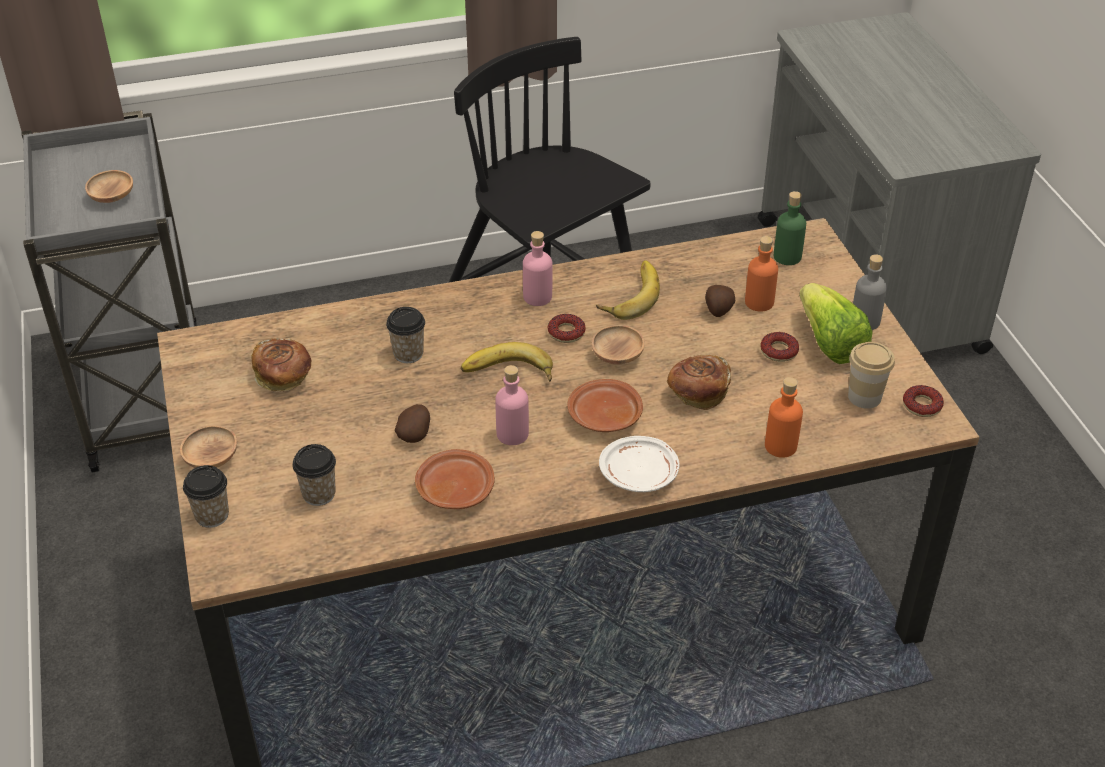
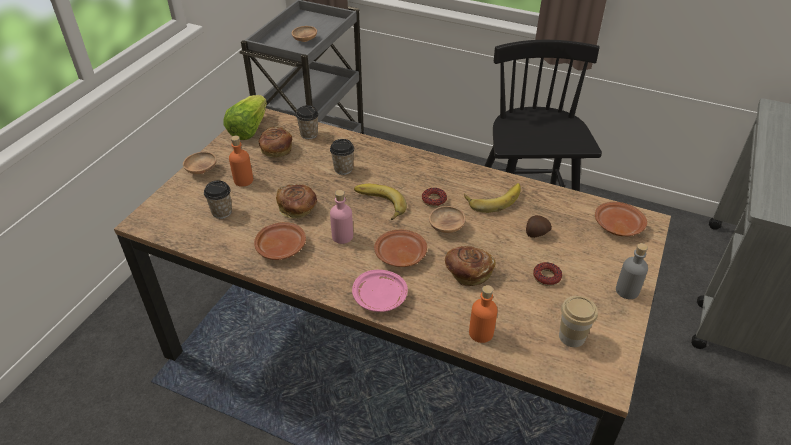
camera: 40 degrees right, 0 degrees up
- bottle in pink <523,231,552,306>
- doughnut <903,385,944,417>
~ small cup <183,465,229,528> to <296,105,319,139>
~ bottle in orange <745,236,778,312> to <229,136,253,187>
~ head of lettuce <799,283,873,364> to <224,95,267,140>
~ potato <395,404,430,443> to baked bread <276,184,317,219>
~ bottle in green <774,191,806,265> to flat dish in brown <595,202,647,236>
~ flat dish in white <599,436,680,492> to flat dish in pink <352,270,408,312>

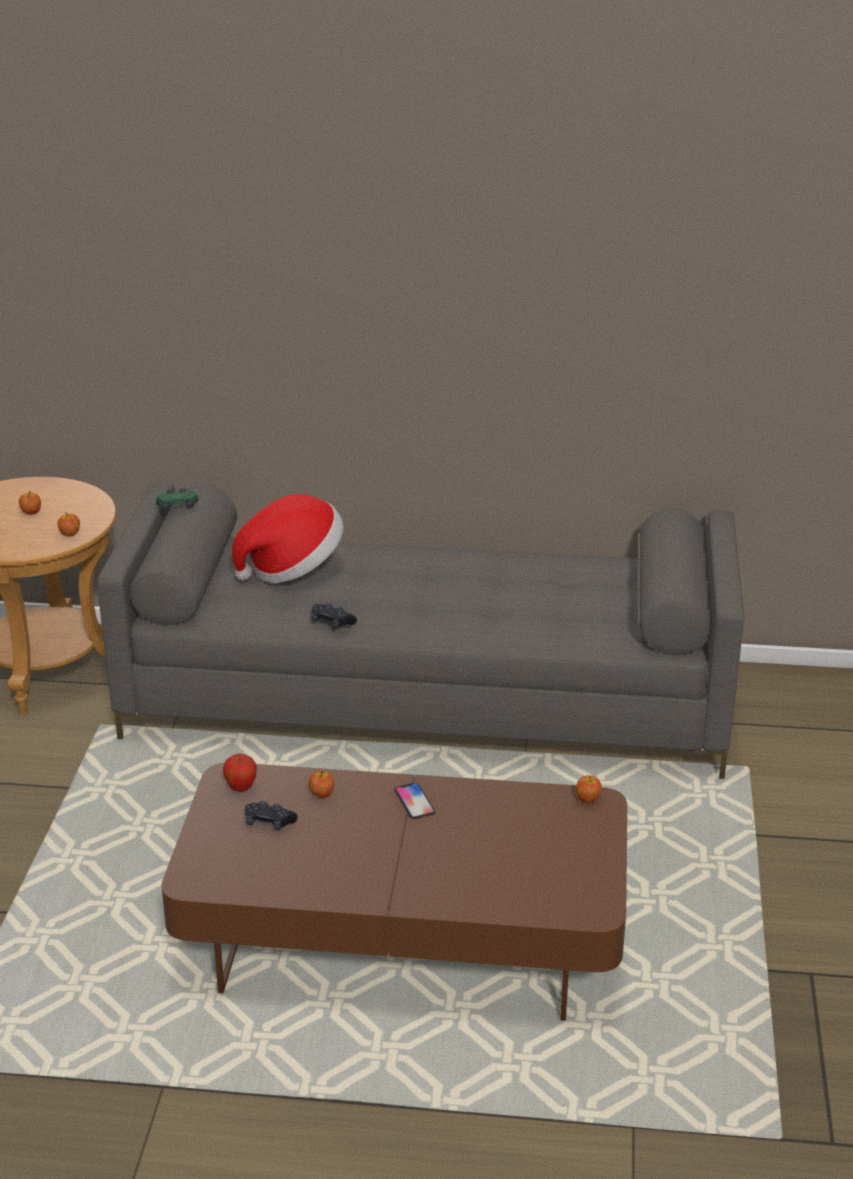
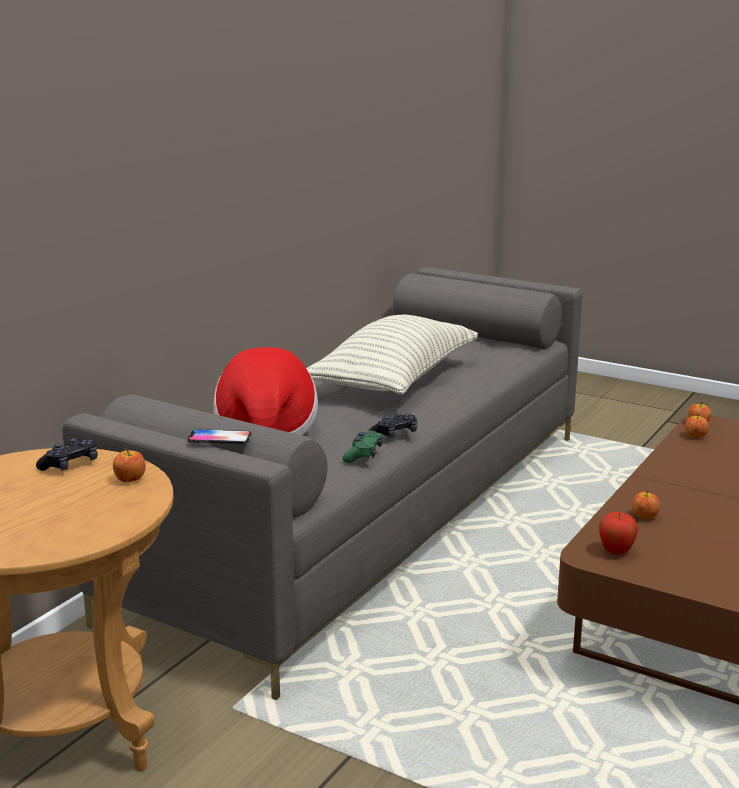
camera: 65 degrees left, 10 degrees down
+ throw pillow <307,315,478,395>
~ apple fruit <19,491,41,515> to <685,413,709,438>
~ gamepad in green <156,488,199,510> to <342,431,383,463>
~ gamepad in black-coloured <245,801,297,831> to <36,438,98,471>
~ telephone <394,783,435,819> to <187,429,252,444>

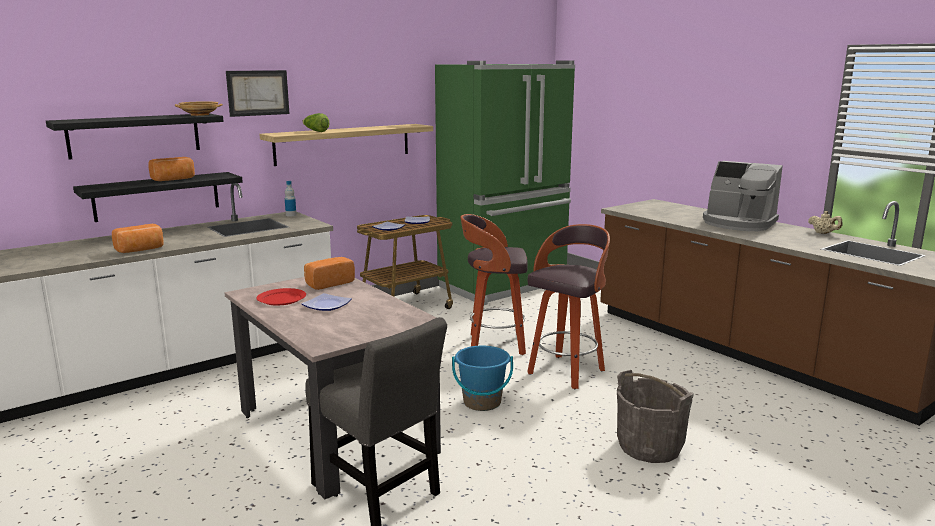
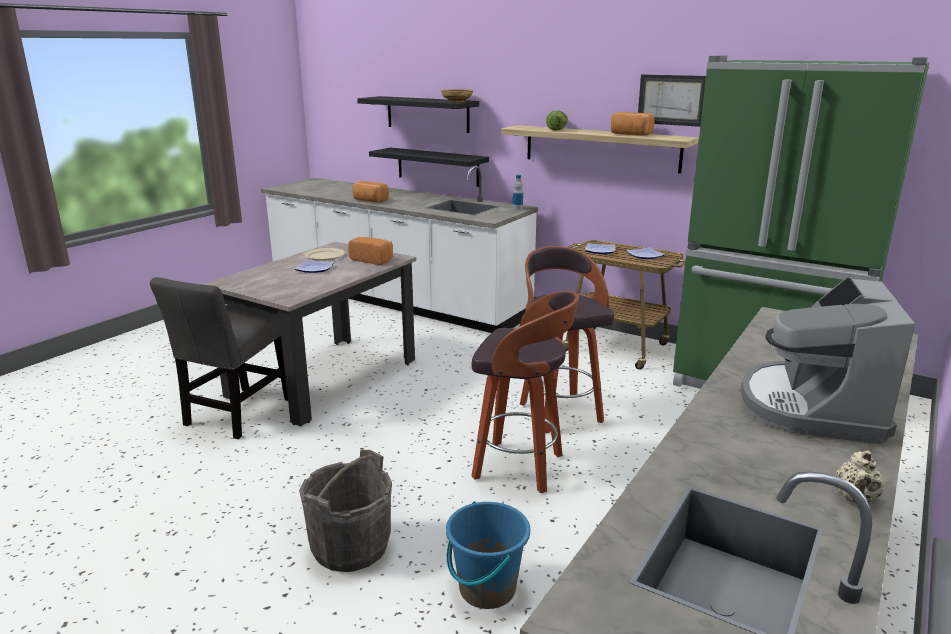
camera: 70 degrees right, 5 degrees up
~ baked bread <148,157,195,181> to <611,112,655,136>
~ picture <226,70,289,117> to <638,74,706,127>
~ pail in bluish <452,346,513,411> to <446,501,530,609>
~ flat dish in red-coloured <257,288,306,305> to flat dish in beige <304,248,345,261>

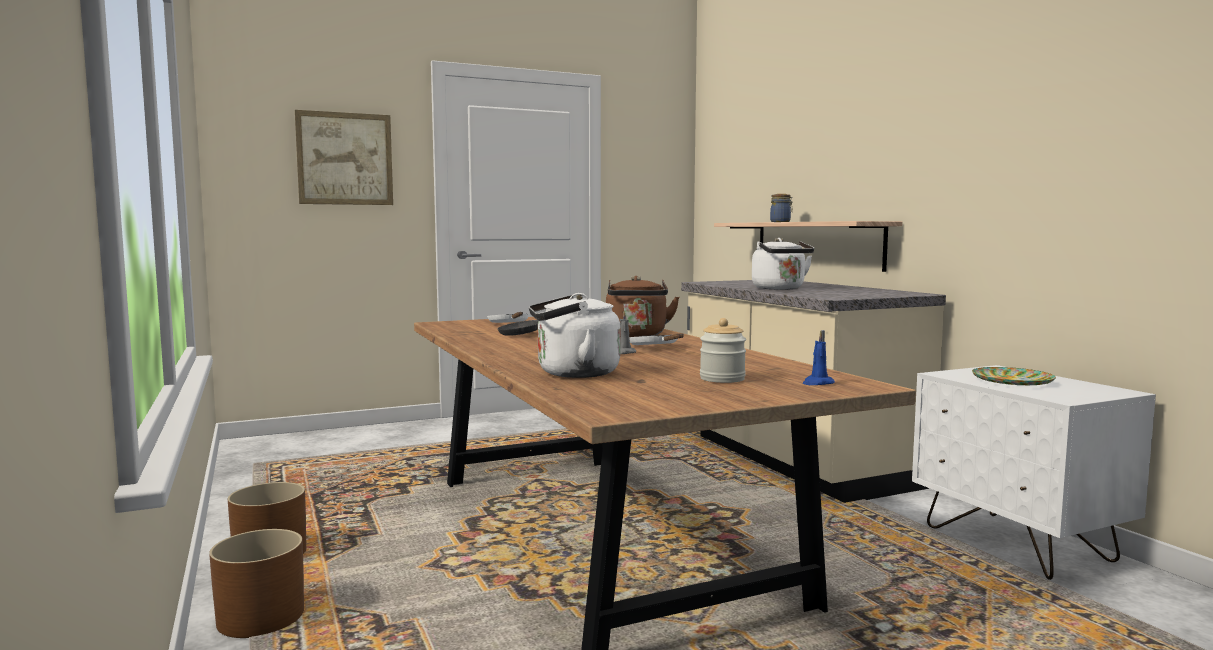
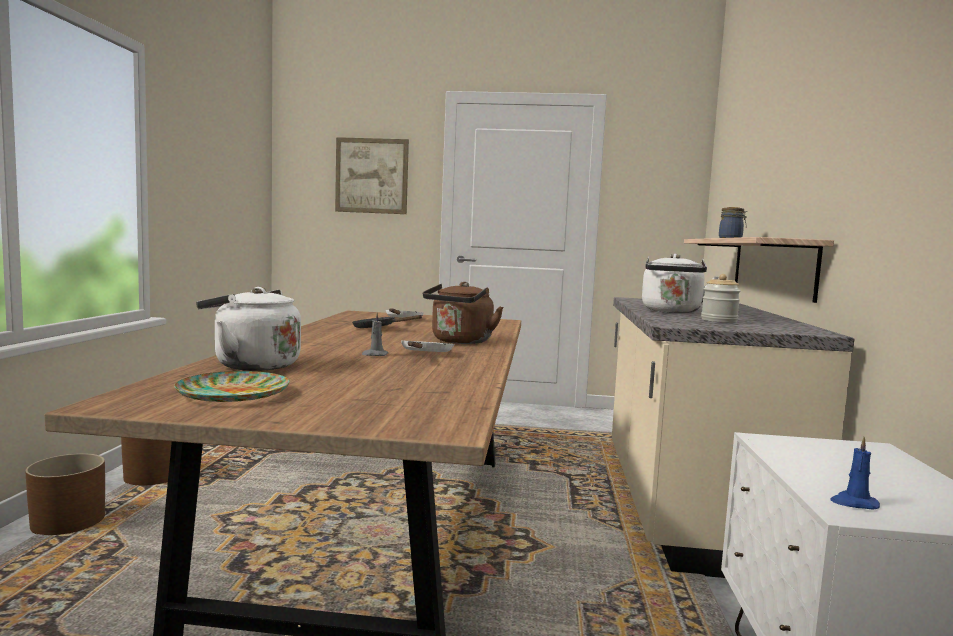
camera: 30 degrees right, 0 degrees up
~ jar <700,318,746,383> to <701,274,741,323>
~ candle in bluish <802,330,835,385> to <830,437,880,509>
~ flat dish <972,367,1056,385> to <174,371,290,402>

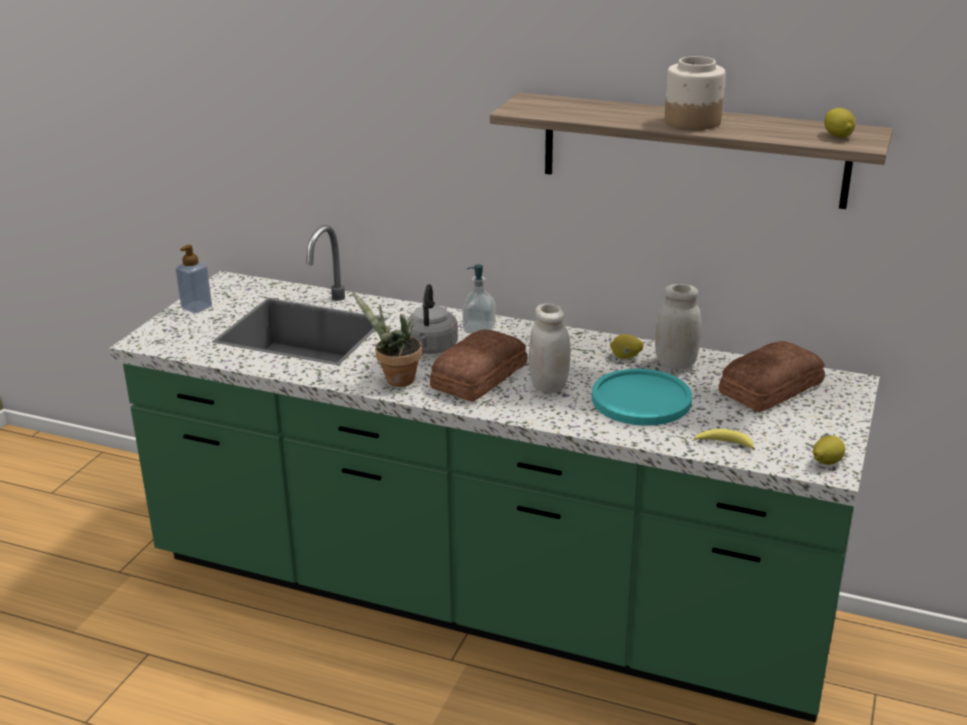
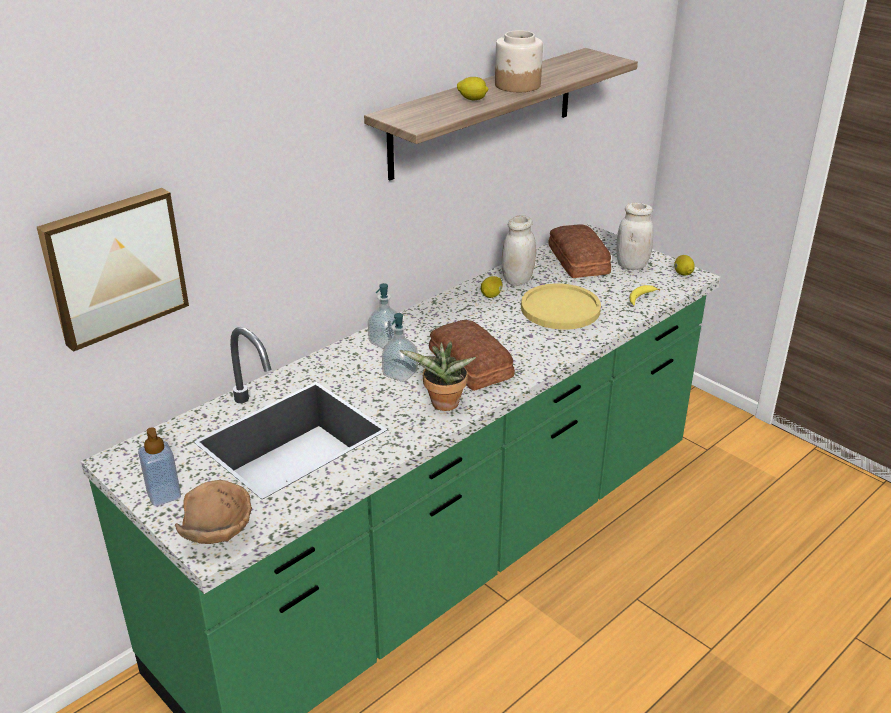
camera: 65 degrees left, 5 degrees up
+ picture <37,188,189,352>
+ bowl in brown <175,480,252,544>
~ jar in white <529,303,570,393> to <616,203,653,270>
~ citrus fruit <824,108,856,138> to <457,77,488,101>
~ water kettle in greyish <406,284,458,354> to liquid soap bottle <382,313,418,382>
~ flat dish in blue-green <592,369,692,426> to flat dish in yellow <521,284,601,330>

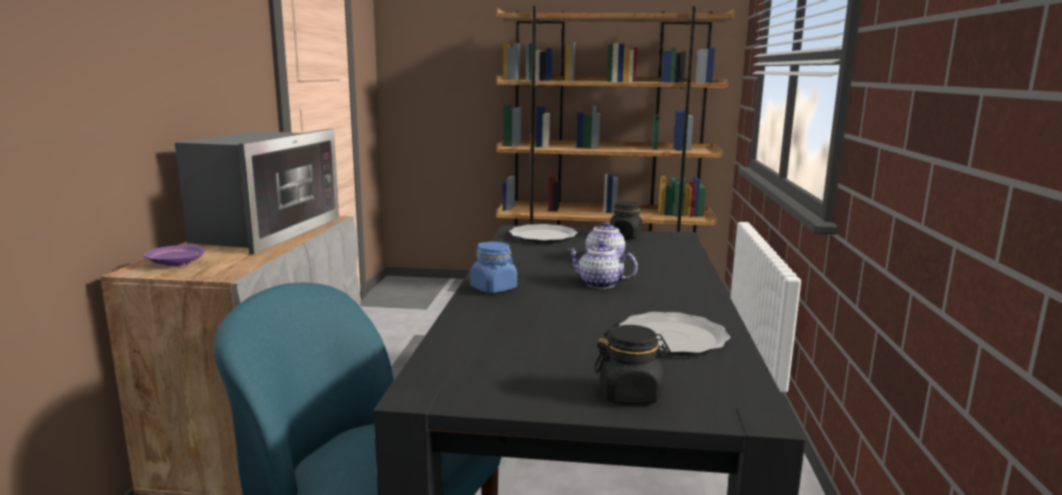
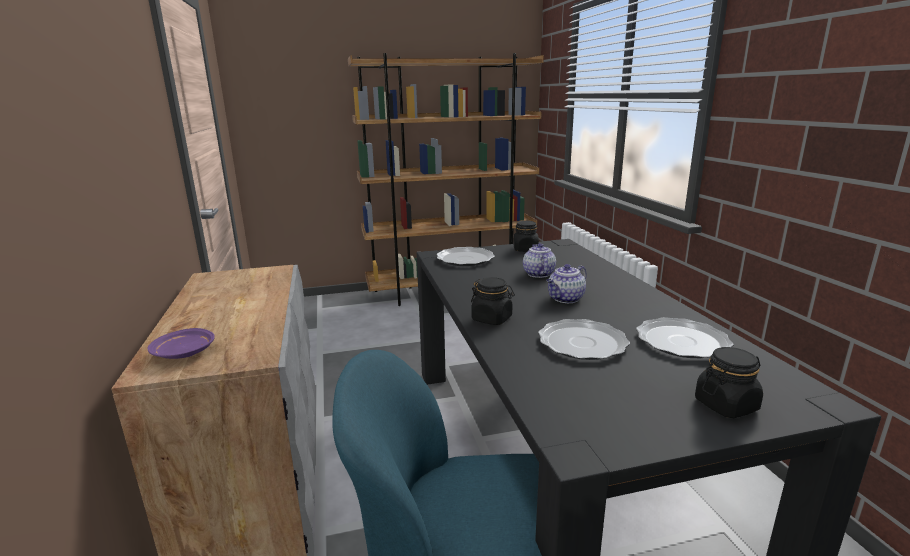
camera: 20 degrees left, 5 degrees up
- microwave <175,129,339,254>
+ flat dish <538,319,630,360>
~ jar in bluish <470,242,517,293> to jar in black-coloured <471,277,515,325>
~ pot for tea <567,242,638,289> = <546,264,587,303> 45 degrees counterclockwise

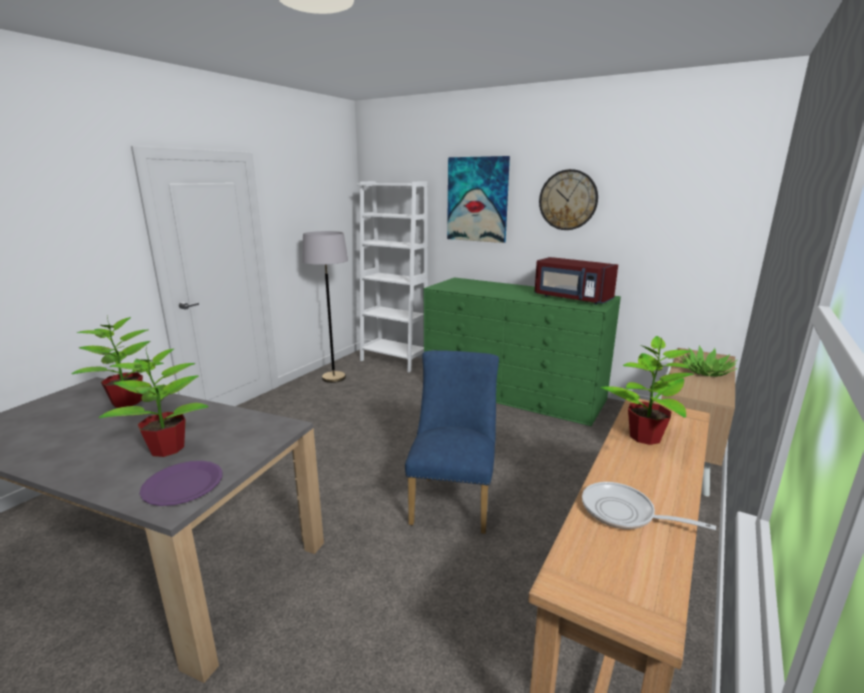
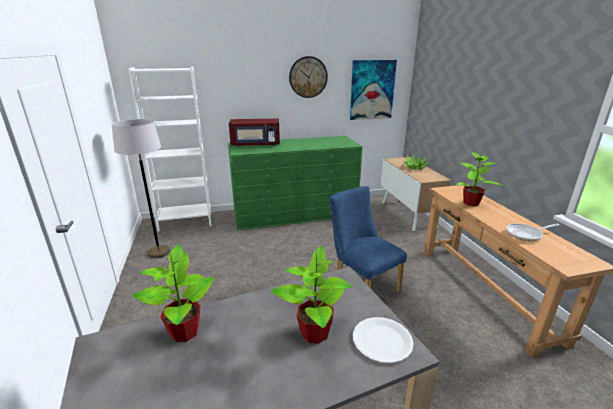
camera: 45 degrees left, 5 degrees up
~ picture <447,156,510,243> to <350,60,397,120>
~ microwave in red-coloured <534,257,618,305> to <229,118,280,147>
~ flat dish in purple <139,461,223,506> to flat dish in white <353,317,414,363>

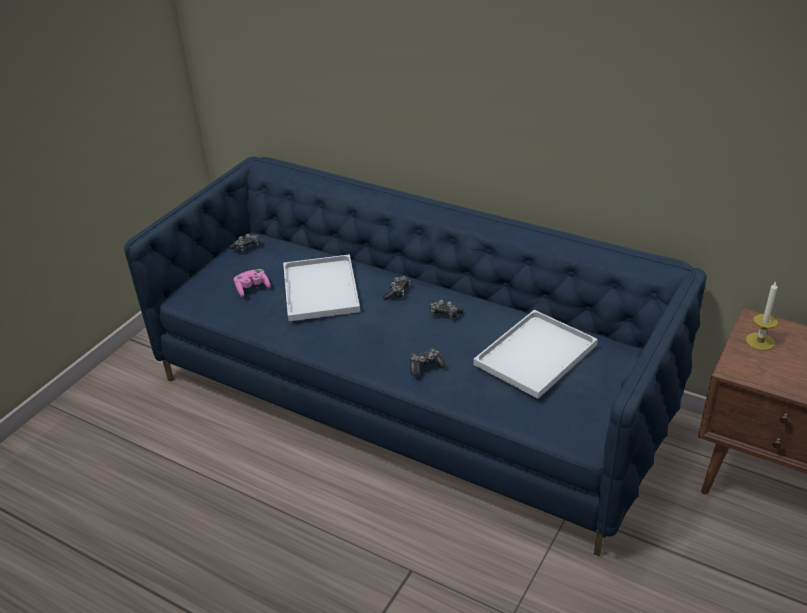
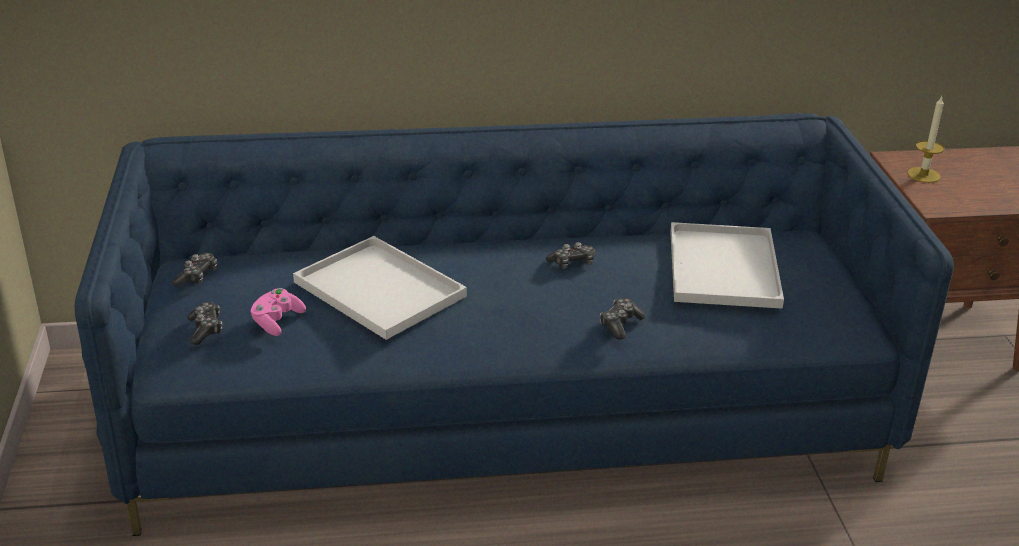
camera: 40 degrees left, 5 degrees down
~ gamepad <383,275,410,300> to <187,302,222,345>

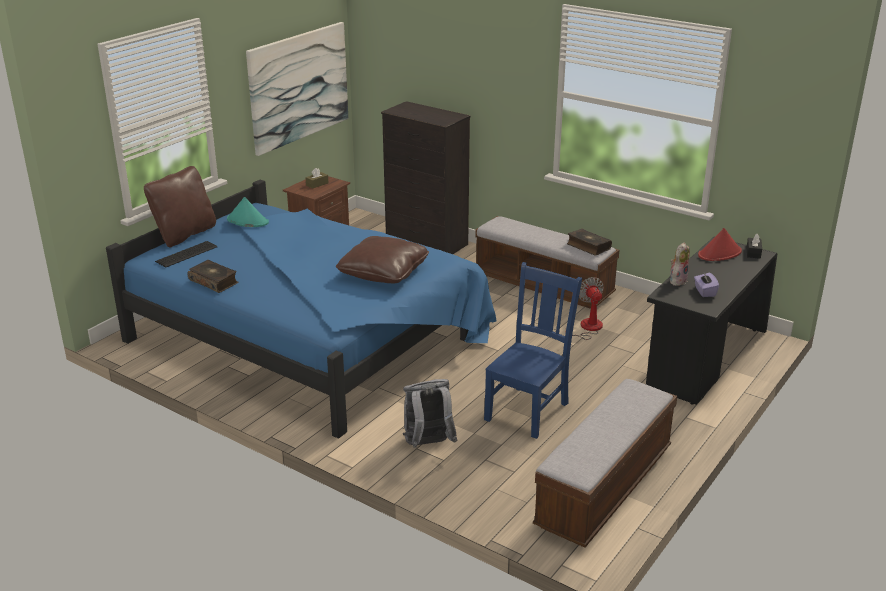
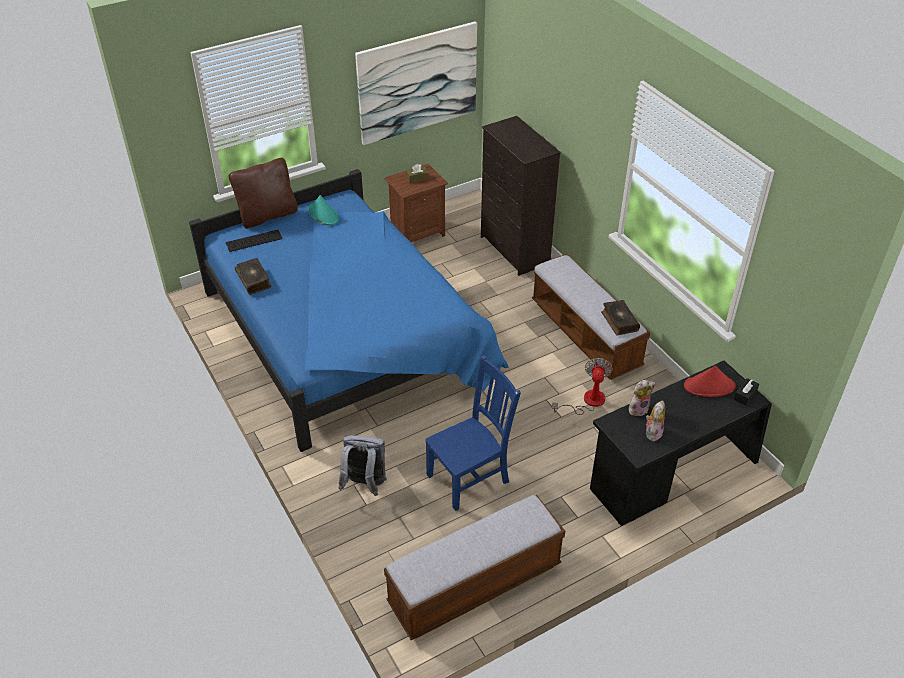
camera: 25 degrees right, 15 degrees up
- throw pillow in brown <336,236,429,283>
~ box of tissues in purple <694,273,719,297> to soft toy <646,400,665,441>

